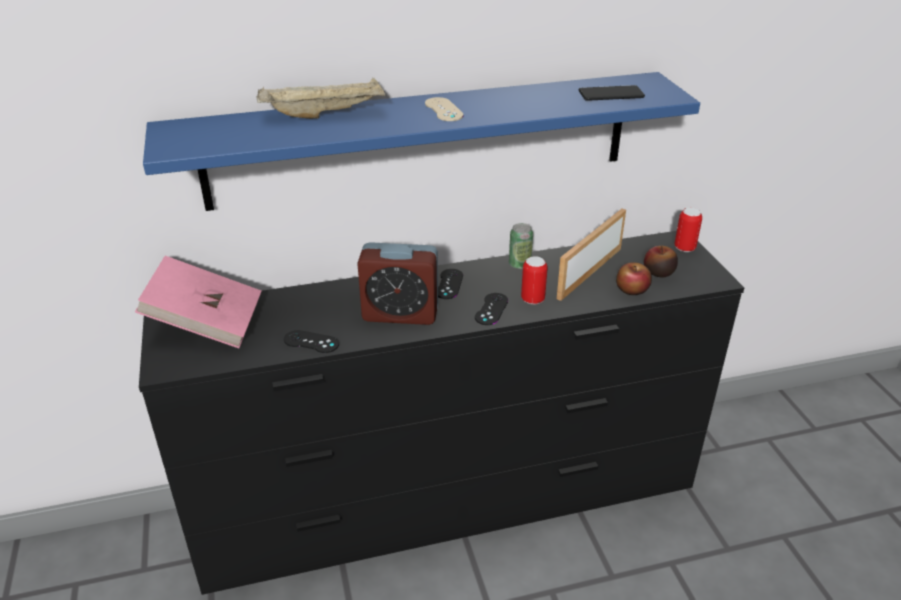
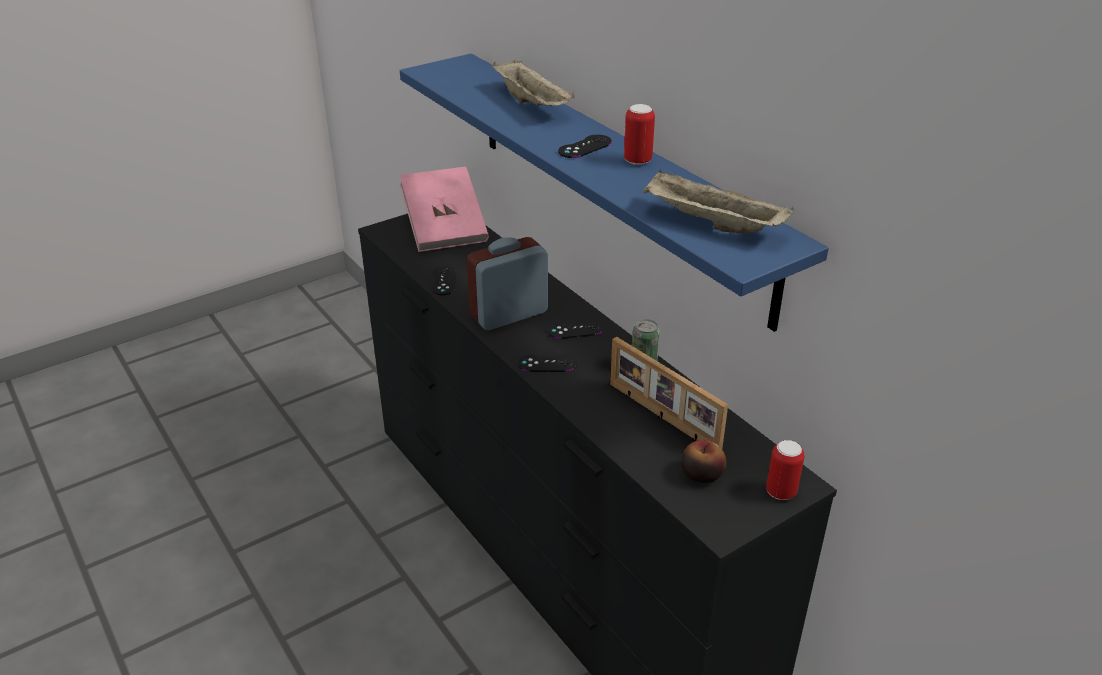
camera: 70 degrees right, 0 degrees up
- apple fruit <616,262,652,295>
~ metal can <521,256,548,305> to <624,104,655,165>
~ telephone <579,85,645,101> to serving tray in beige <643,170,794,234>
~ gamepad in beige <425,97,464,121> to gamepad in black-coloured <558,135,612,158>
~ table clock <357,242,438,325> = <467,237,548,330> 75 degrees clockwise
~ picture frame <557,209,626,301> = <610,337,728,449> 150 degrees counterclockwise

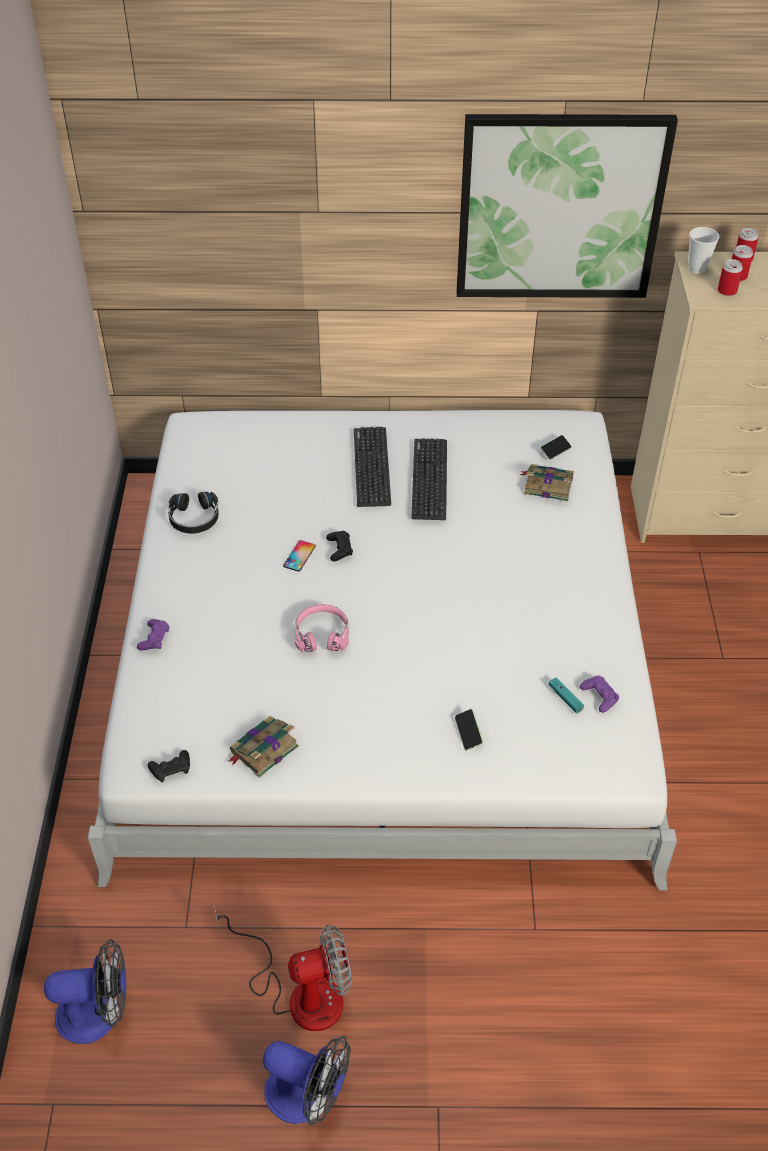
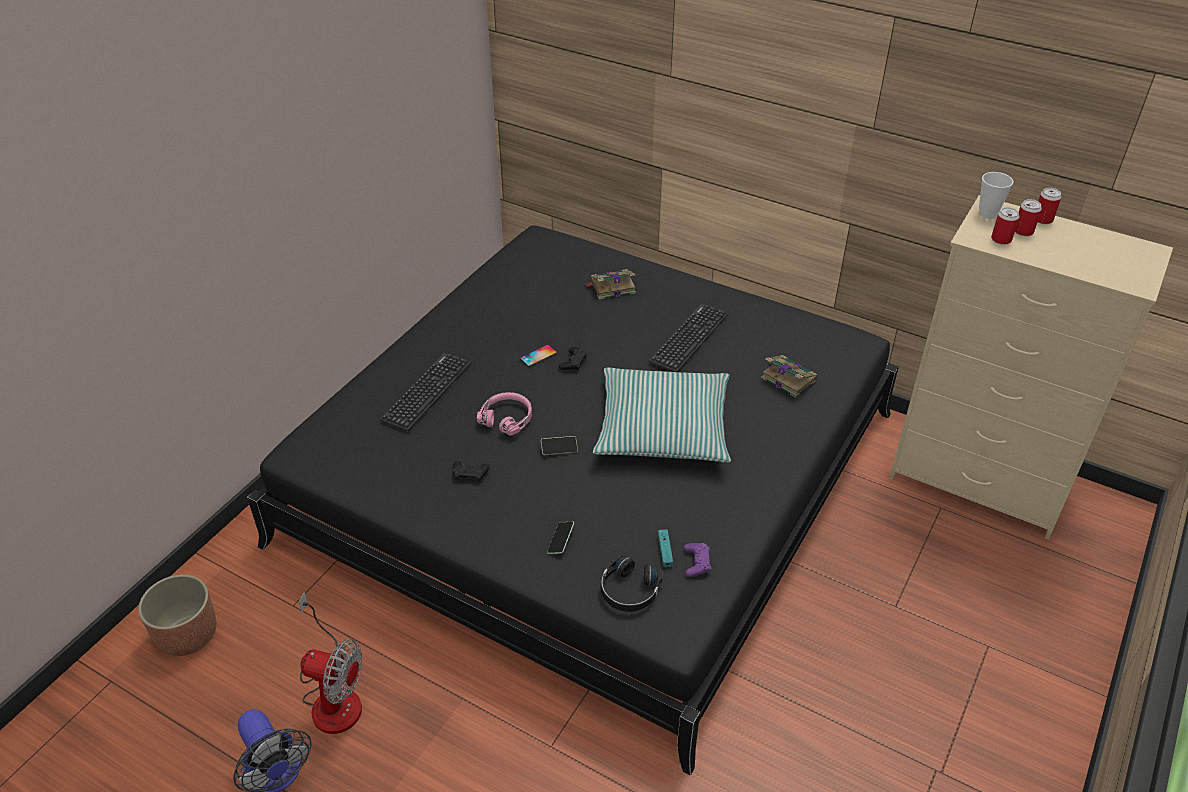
camera: 30 degrees right, 5 degrees down
- gamepad in purple <137,619,169,650>
- picture <457,114,678,298>
+ throw pillow <593,367,731,463>
~ gamepad in black-coloured <148,750,190,782> to <453,461,490,482>
~ headphones in black-coloured <168,492,219,534> to <601,555,663,612>
~ bound book <228,716,299,778> to <586,269,636,300>
~ computer keyboard <354,427,391,507> to <380,353,471,431>
~ telephone <540,435,571,460> to <541,436,578,455>
~ electric fan <44,939,126,1044> to flower pot <138,574,216,656>
~ bed in white <88,410,677,891> to bed in black-coloured <247,225,899,775>

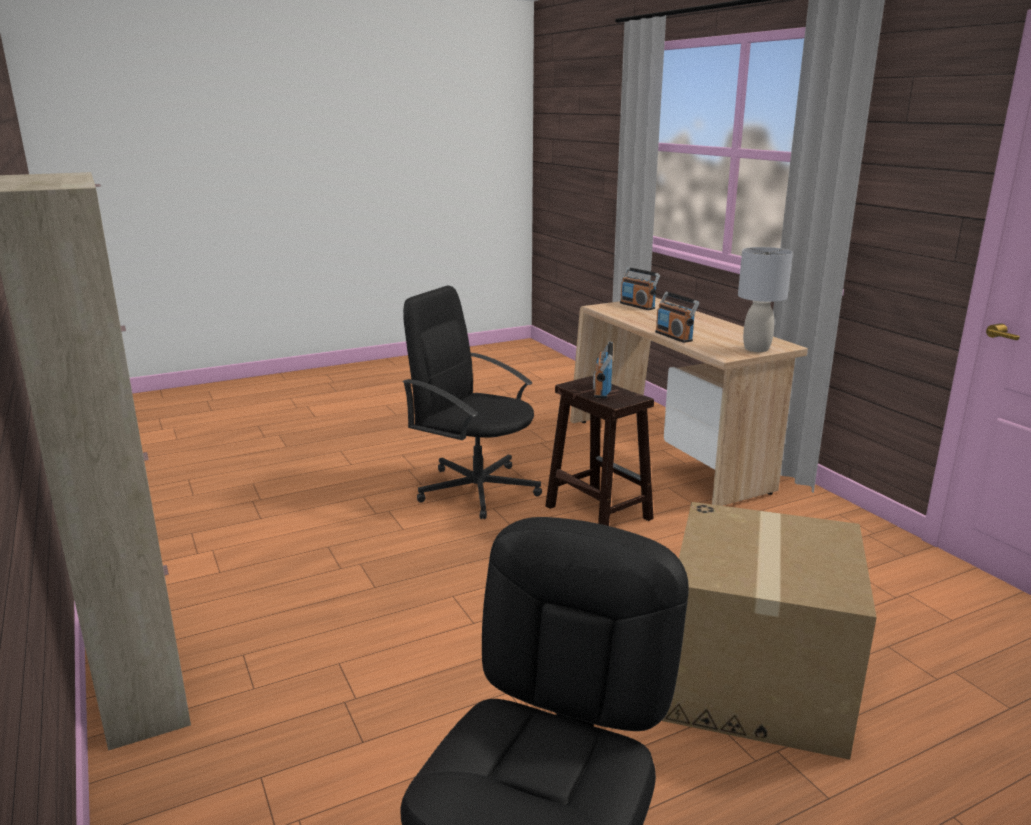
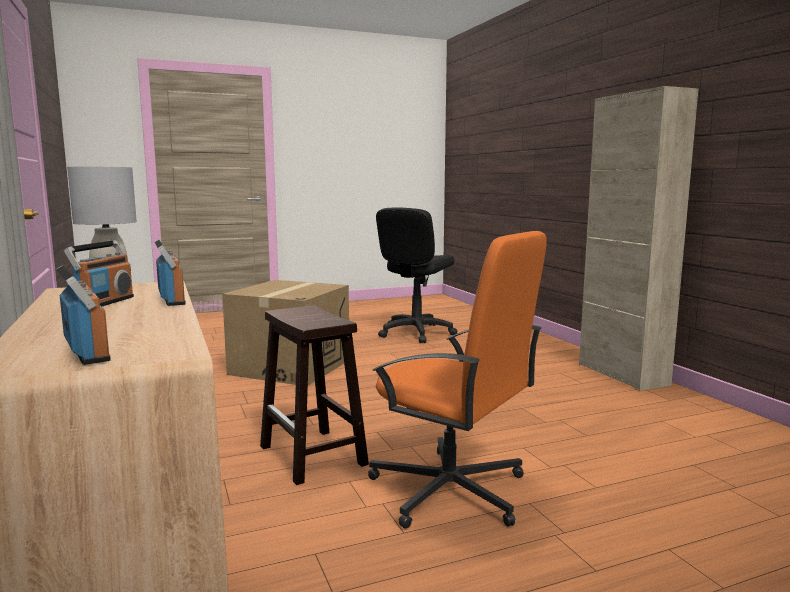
camera: 175 degrees left, 10 degrees down
~ radio receiver <593,341,613,398> to <64,240,134,306>
~ office chair in black-coloured <403,286,542,519> to office chair in orange <368,231,546,529>

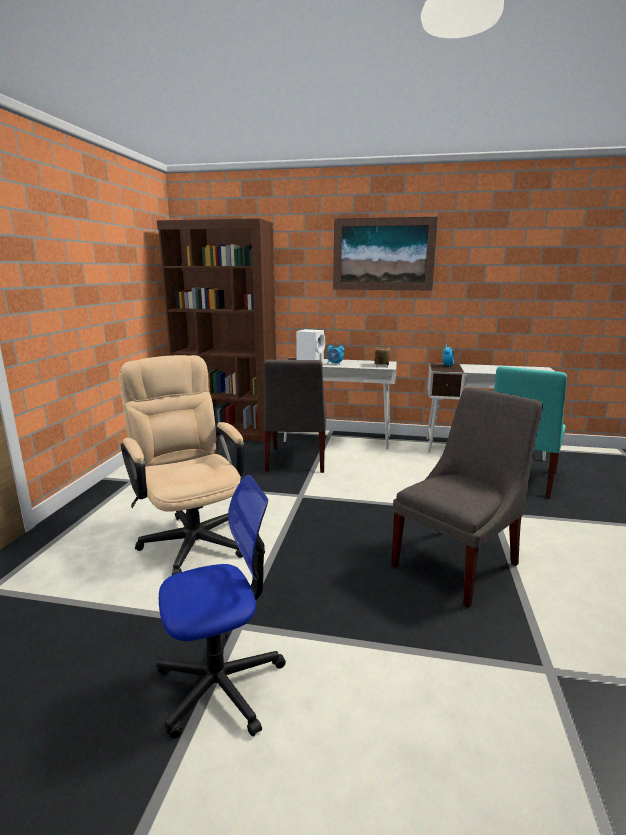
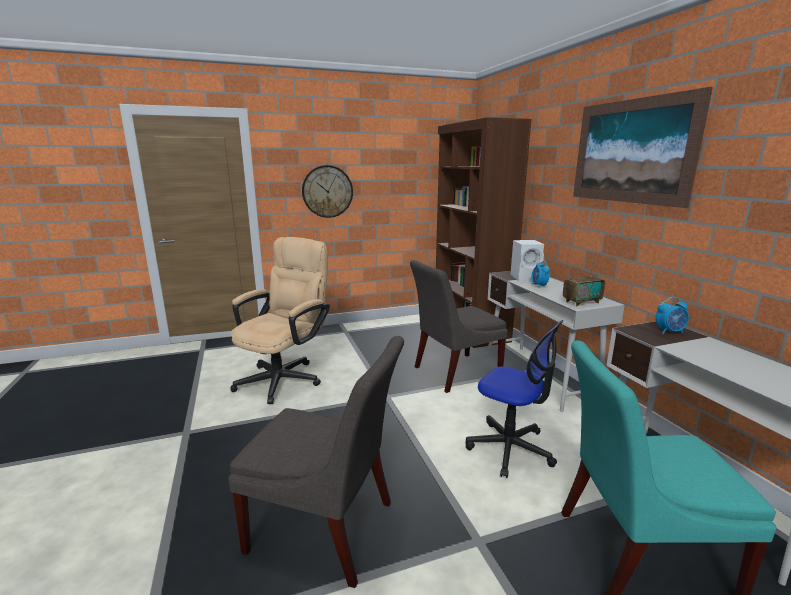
camera: 60 degrees right, 0 degrees up
+ wall clock <302,165,353,218>
~ office chair <157,475,286,739> to <466,320,563,478>

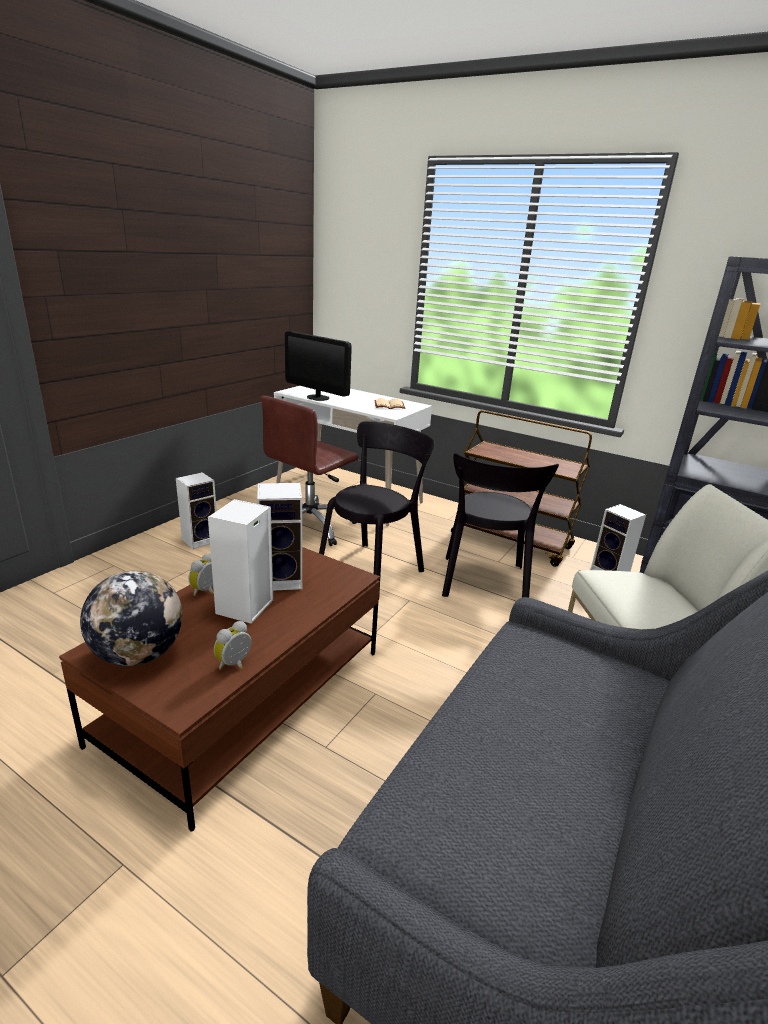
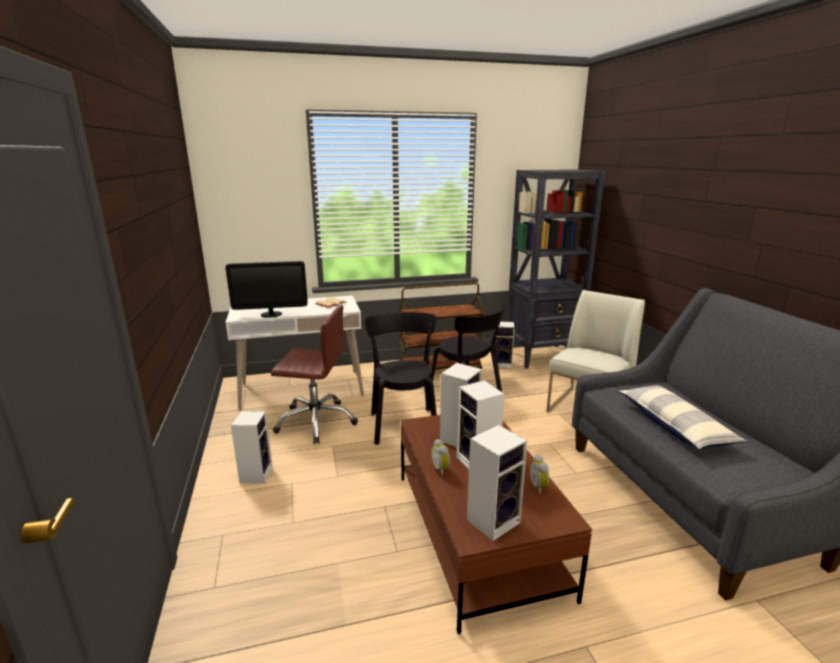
camera: 45 degrees left, 5 degrees down
+ throw pillow <619,385,747,449>
~ desk globe <80,570,183,666> to loudspeaker <467,425,527,541>
~ office chair in brown <261,396,358,546> = <271,305,358,444> 75 degrees counterclockwise

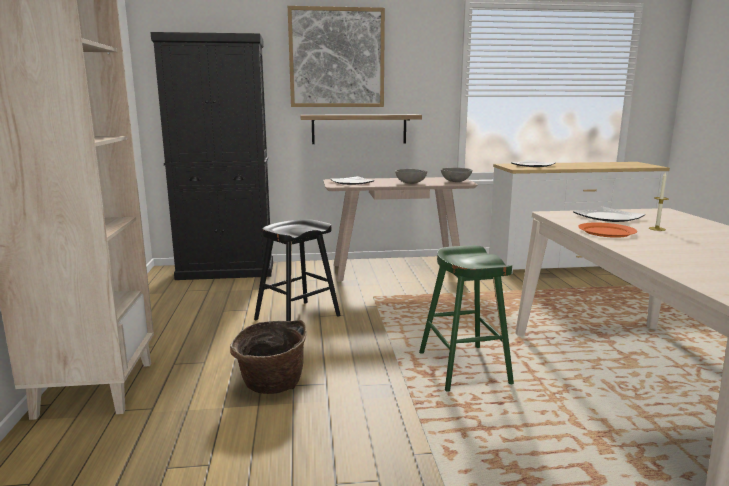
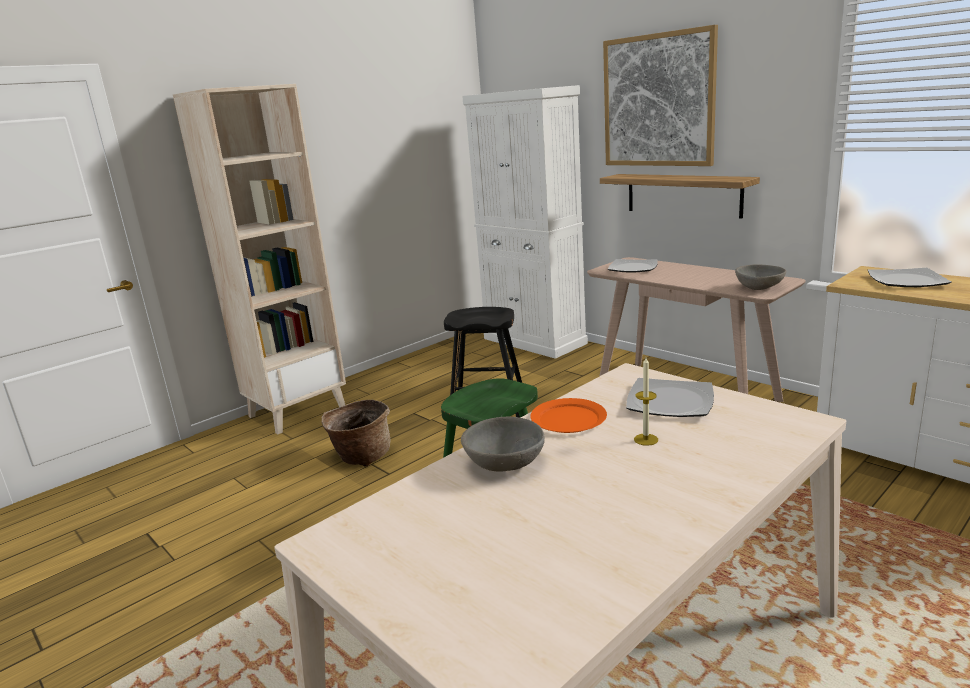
camera: 55 degrees right, 5 degrees up
~ bowl in greyish <395,169,427,184> to <461,417,545,472>
~ cupboard in black-coloured <150,32,273,280> to cupboard in white <462,85,588,359>

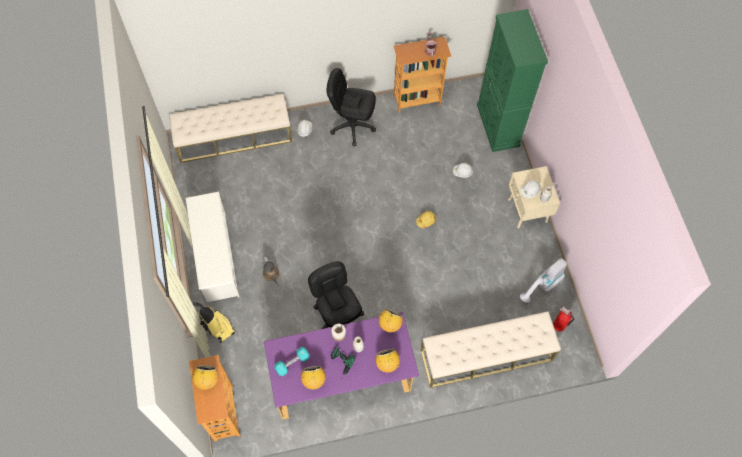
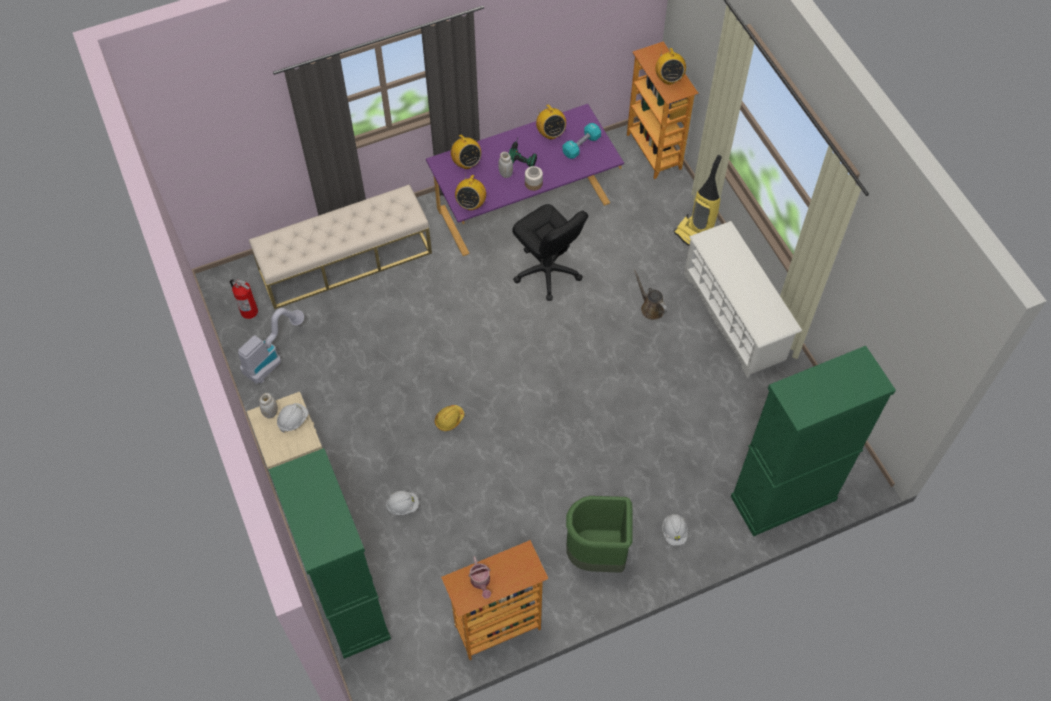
camera: 170 degrees right, 5 degrees down
~ bench in beige <169,94,292,163> to cupboard in green <731,346,896,537>
~ office chair in black-coloured <327,68,376,146> to trash can in green <566,496,633,573>

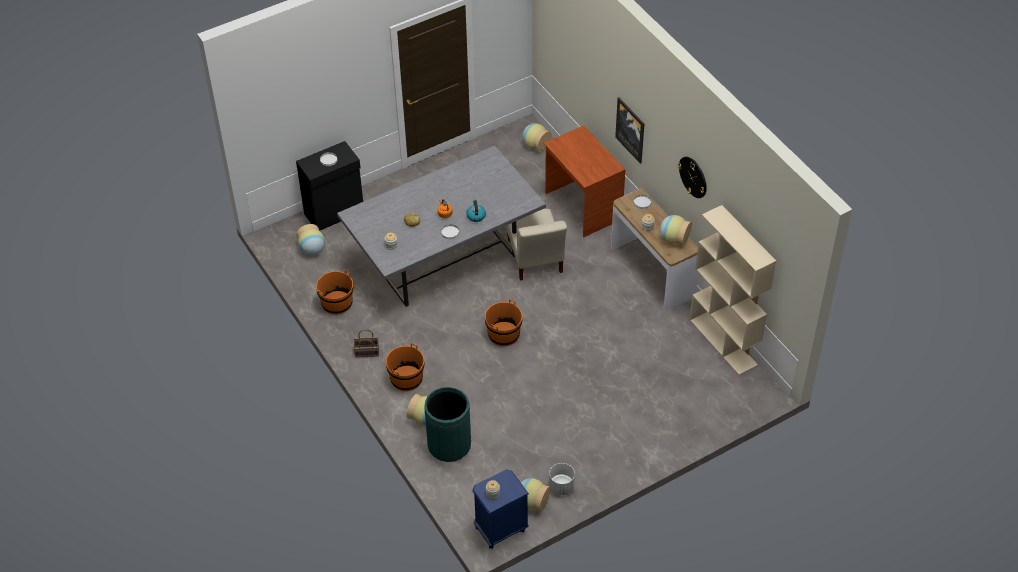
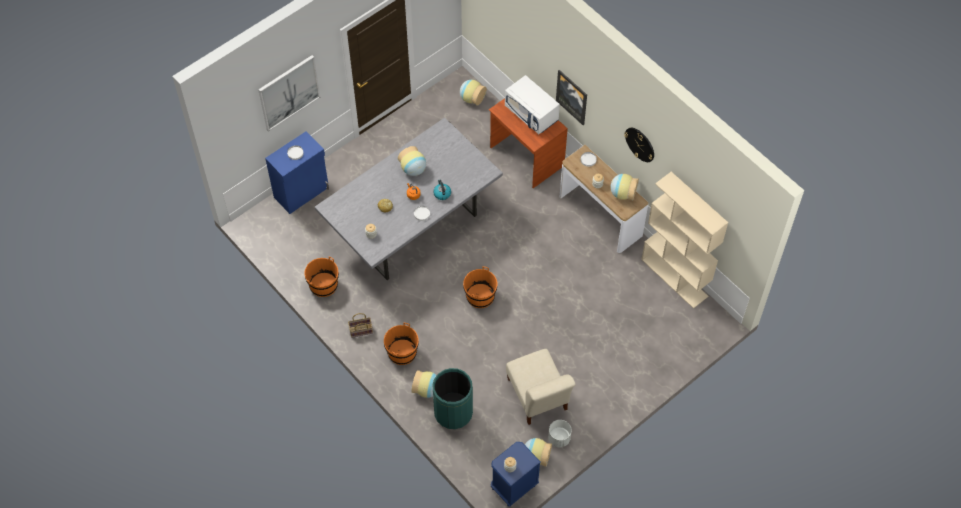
camera: 10 degrees left, 10 degrees up
+ picture <258,55,321,131>
+ microwave in white <505,75,560,134>
~ flower vase <296,224,325,255> to <398,146,426,176>
~ upright chair in beige <506,209,567,281> to <506,349,576,425>
~ cupboard in black-coloured <296,141,363,231> to cupboard in bluish <265,131,329,214>

